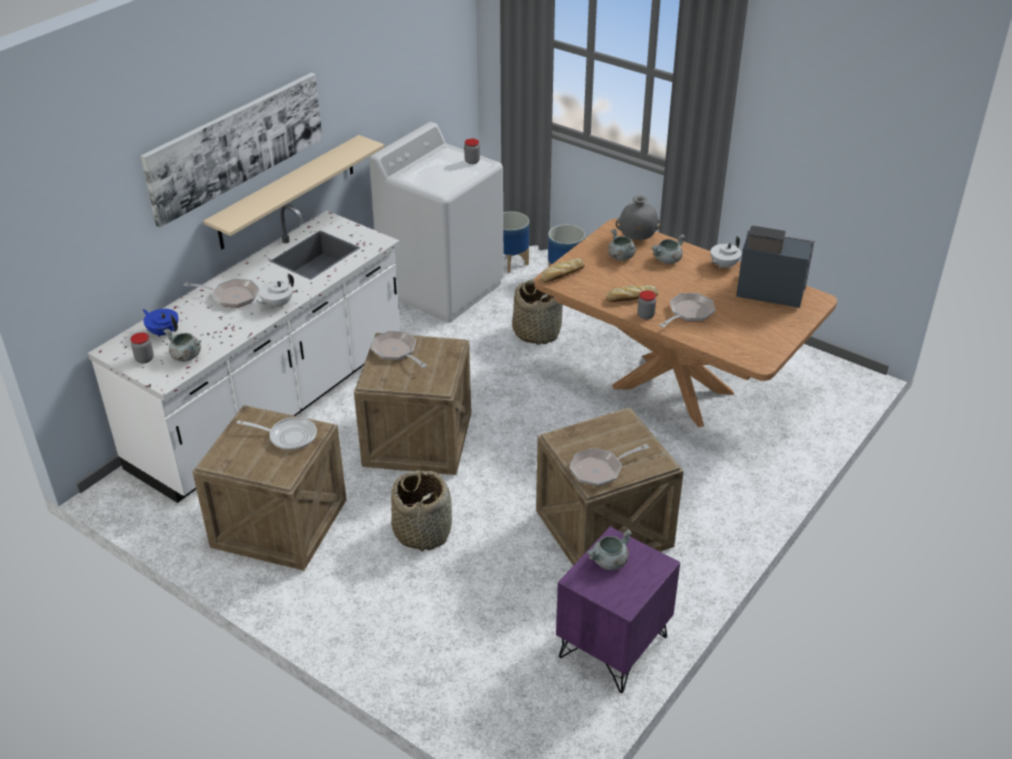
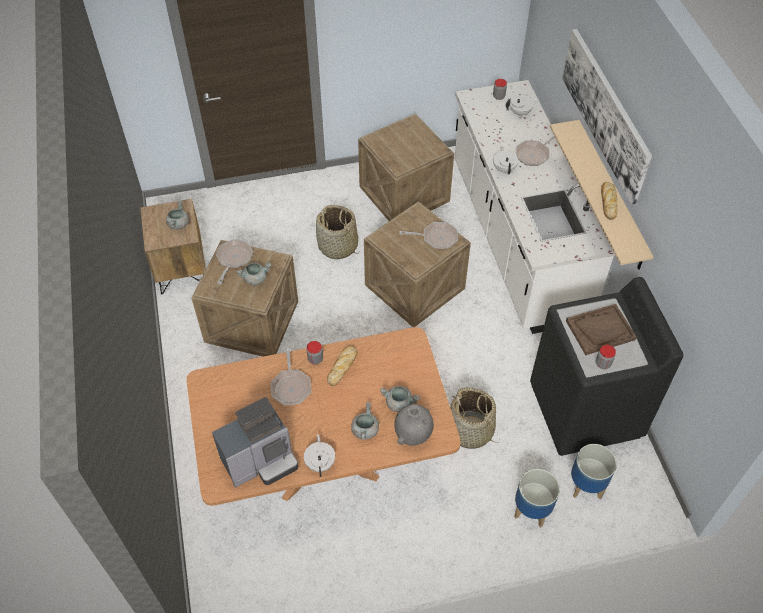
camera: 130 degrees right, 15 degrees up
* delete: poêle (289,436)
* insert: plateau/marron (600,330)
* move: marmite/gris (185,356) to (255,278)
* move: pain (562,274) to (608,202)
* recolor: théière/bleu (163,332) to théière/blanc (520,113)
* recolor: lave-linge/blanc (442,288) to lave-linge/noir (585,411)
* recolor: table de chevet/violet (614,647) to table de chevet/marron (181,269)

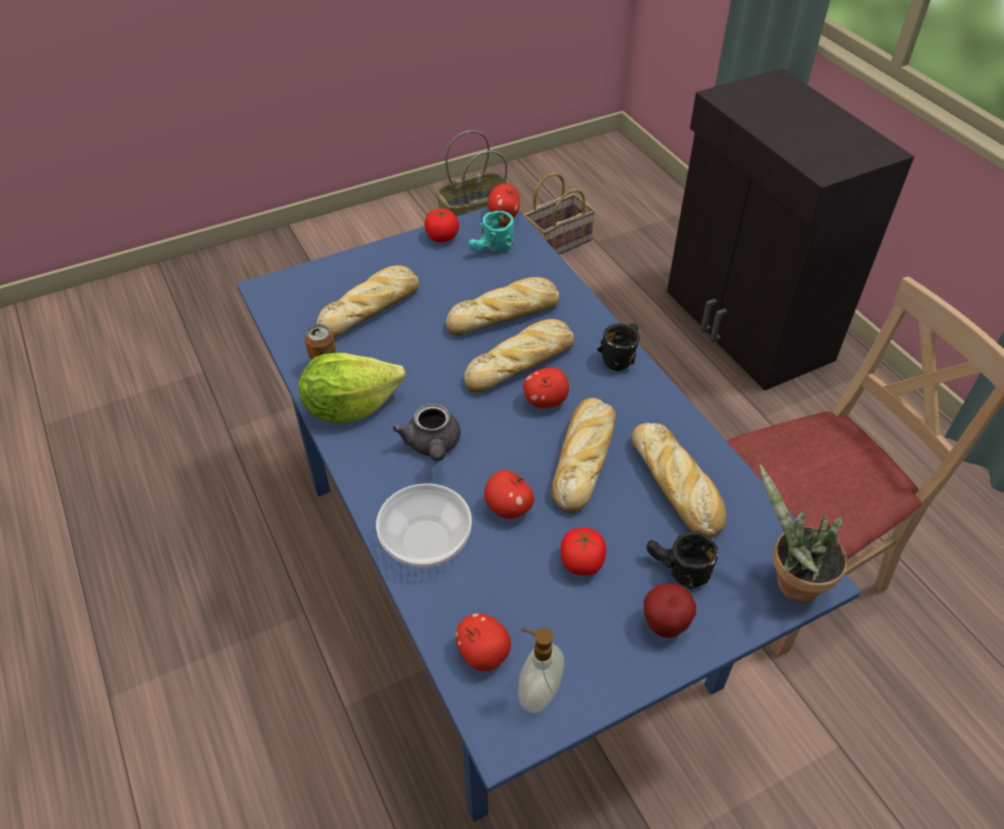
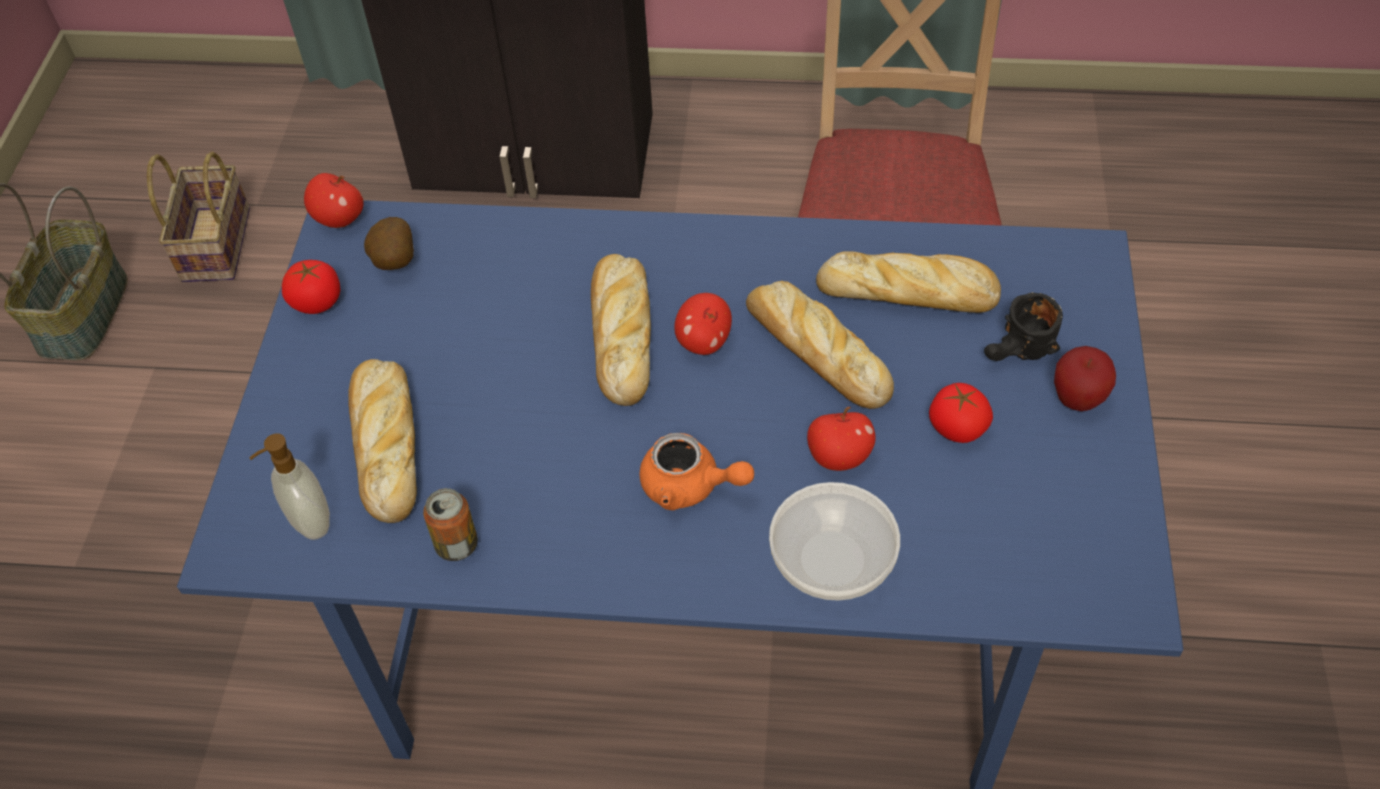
camera: 55 degrees left, 5 degrees up
* delete: laitue (350,406)
* delete: pain (505,314)
* delete: pomme (483,654)
* delete: mug/noir (619,354)
* delete: plante en pot (790,583)
* move: distributeur de savon (538,692) to (309,522)
* replace: mug/turquoise (492,250) to pomme de terre (393,263)
* recolor: théière/gris (432,446) to théière/orange (690,486)

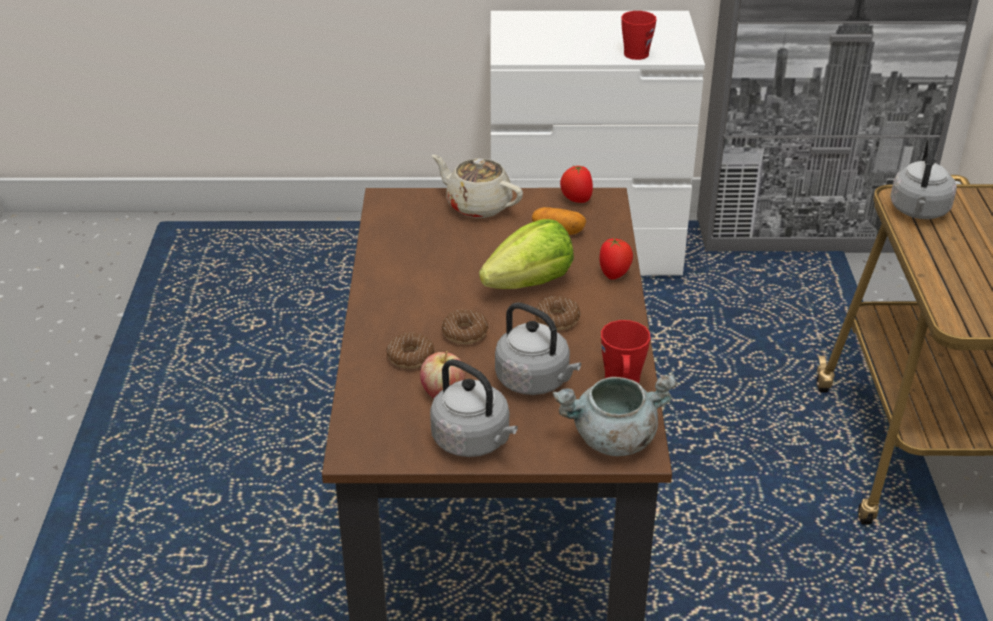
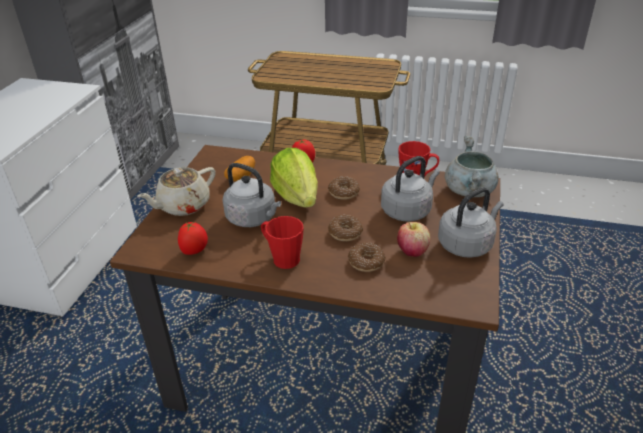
camera: 75 degrees left, 0 degrees up
* move: tomate (576,200) to (195,251)
* move: mug/rouge (637,52) to (282,257)
* move: bouilloire/gris (919,211) to (253,218)

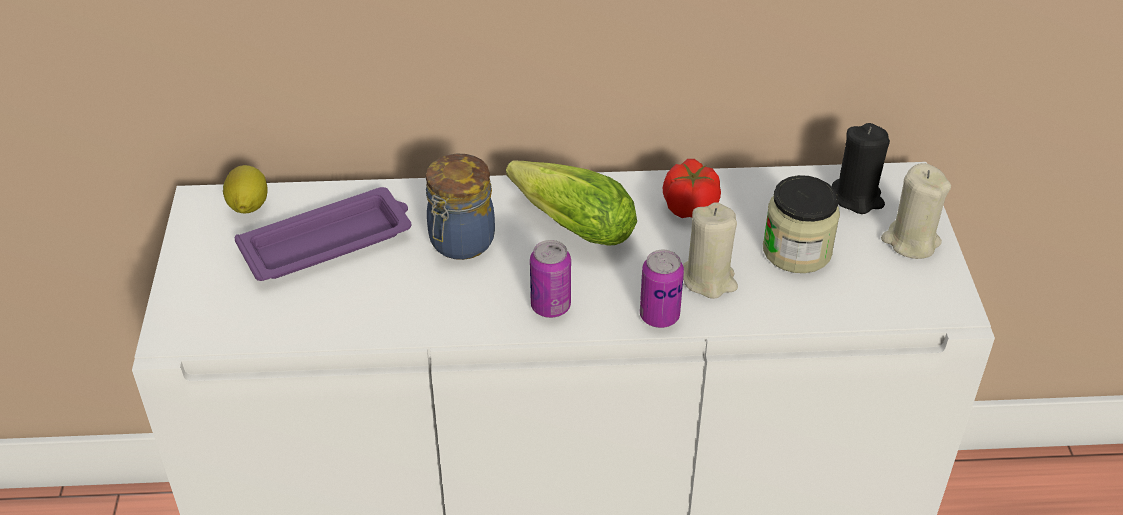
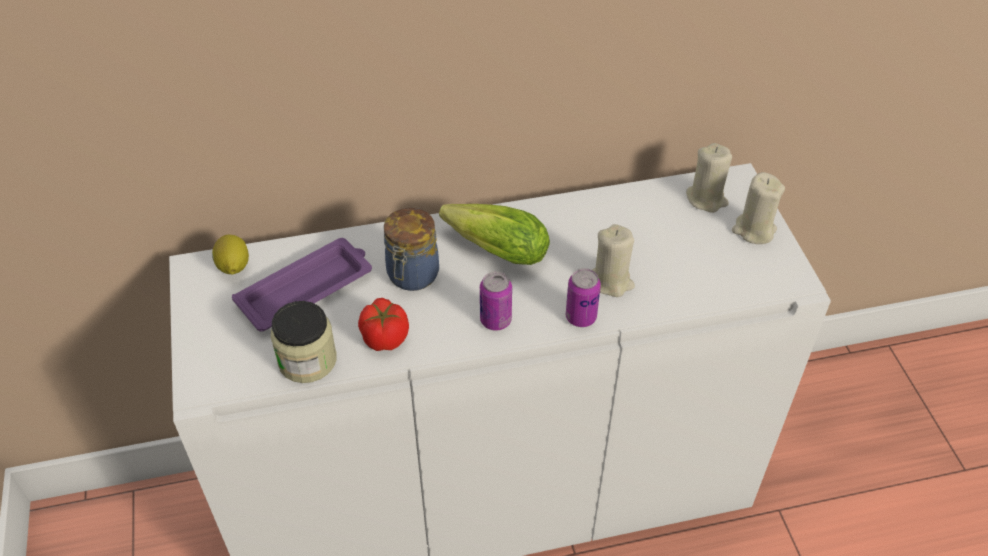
camera: 10 degrees left, 5 degrees up
* move: tomate (690,207) to (385,337)
* move: bocal (797,251) to (307,360)
* recolor: bougie/noir (857,197) to bougie/beige (706,199)

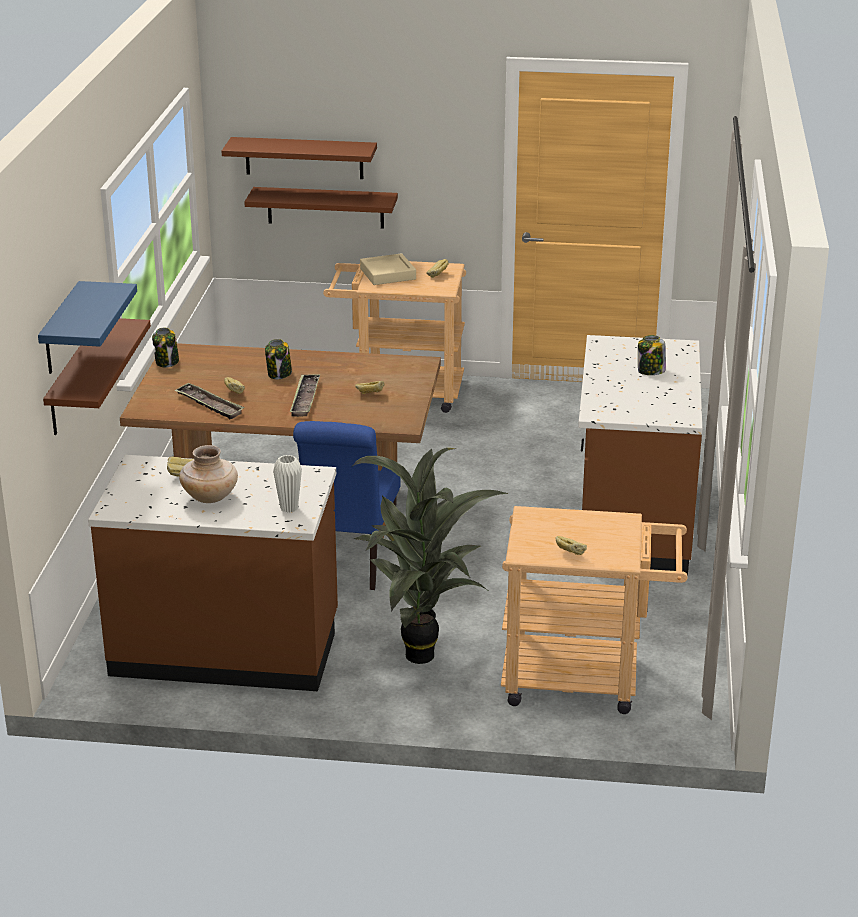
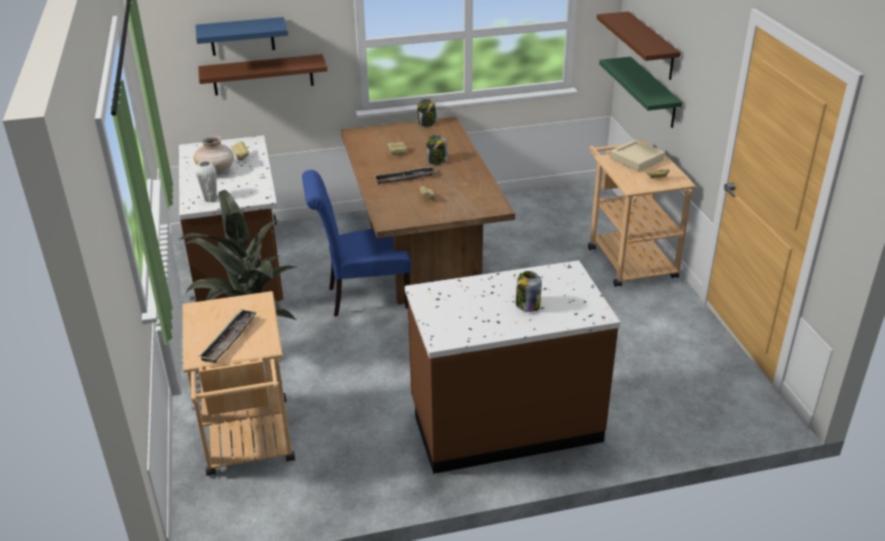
camera: 70 degrees right, 5 degrees up
* delete: pain (570,554)
* move: plateau (209,405) to (229,339)
* recolor: étagère/marron (325,207) to étagère/vert (653,93)

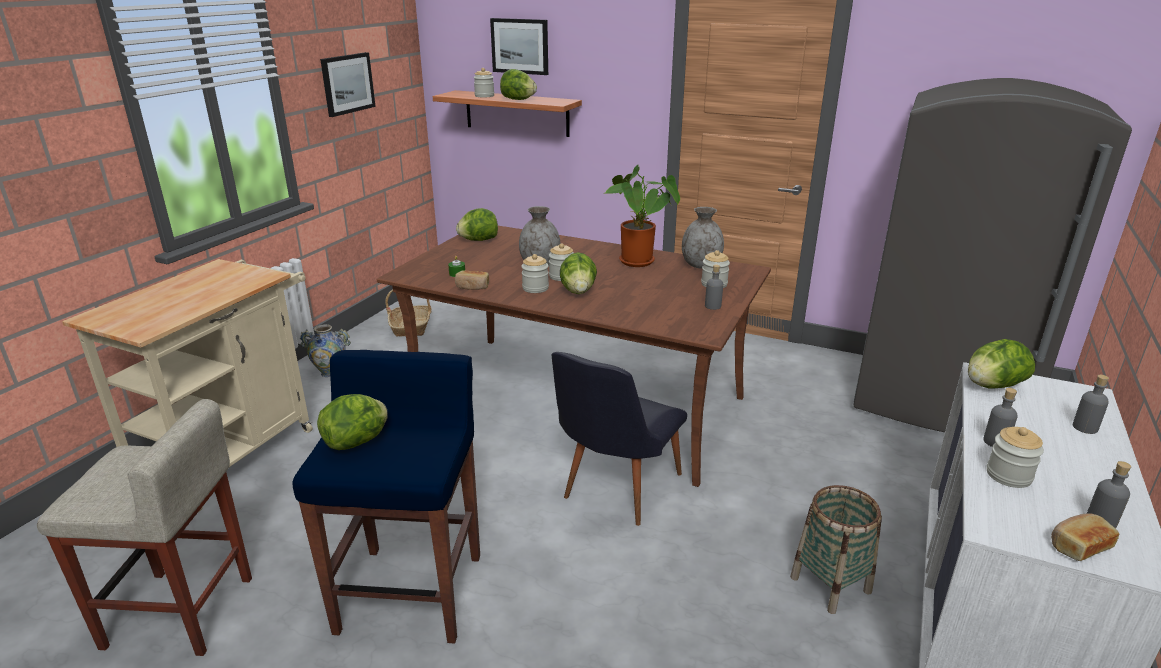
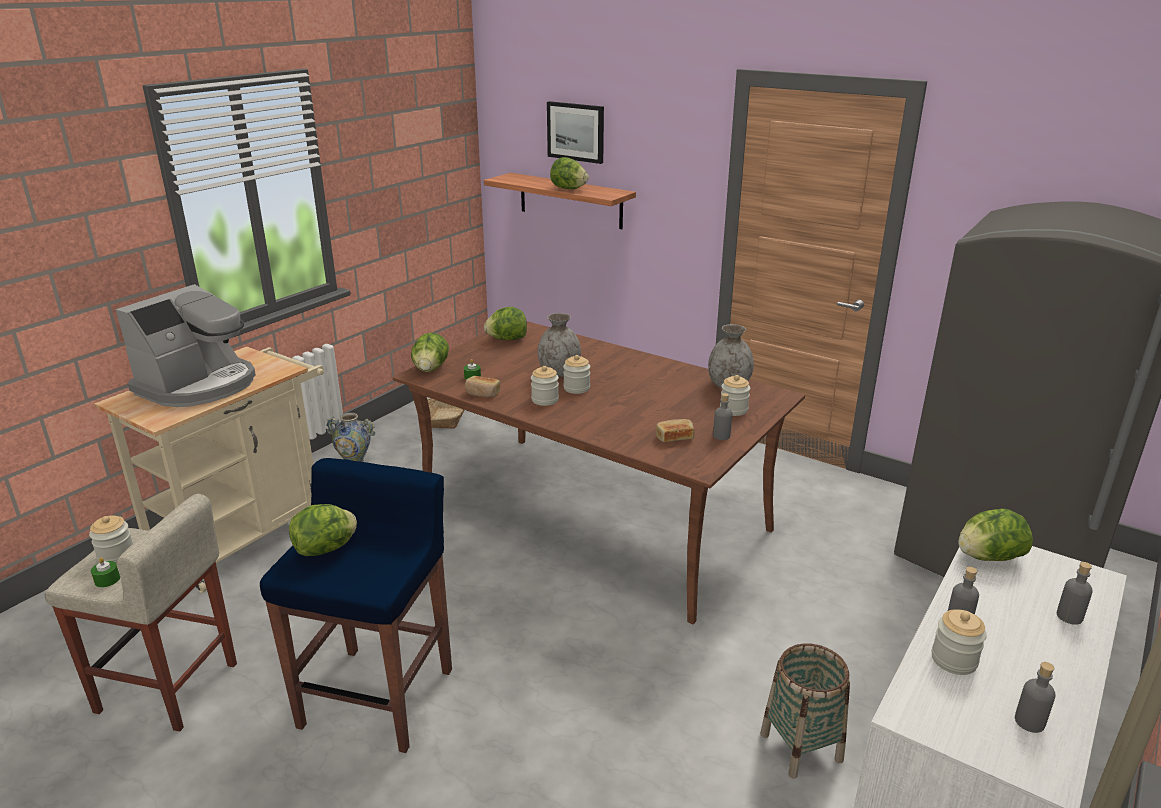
camera: 10 degrees right, 0 degrees up
* delete: tableau (347,83)
* delete: chaise/noir (614,491)
* delete: plante en pot (640,263)
* insert: bougie/vert (107,580)
* insert: machine à café (199,385)
* move: bocal (484,96) to (116,555)
* move: laitue (578,291) to (431,369)
* move: pain (1078,546) to (674,437)

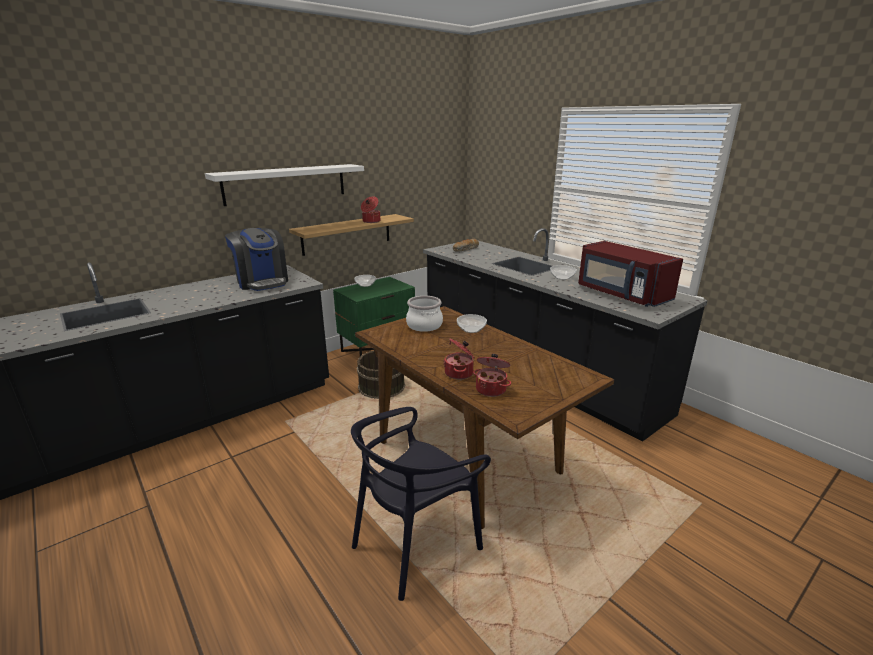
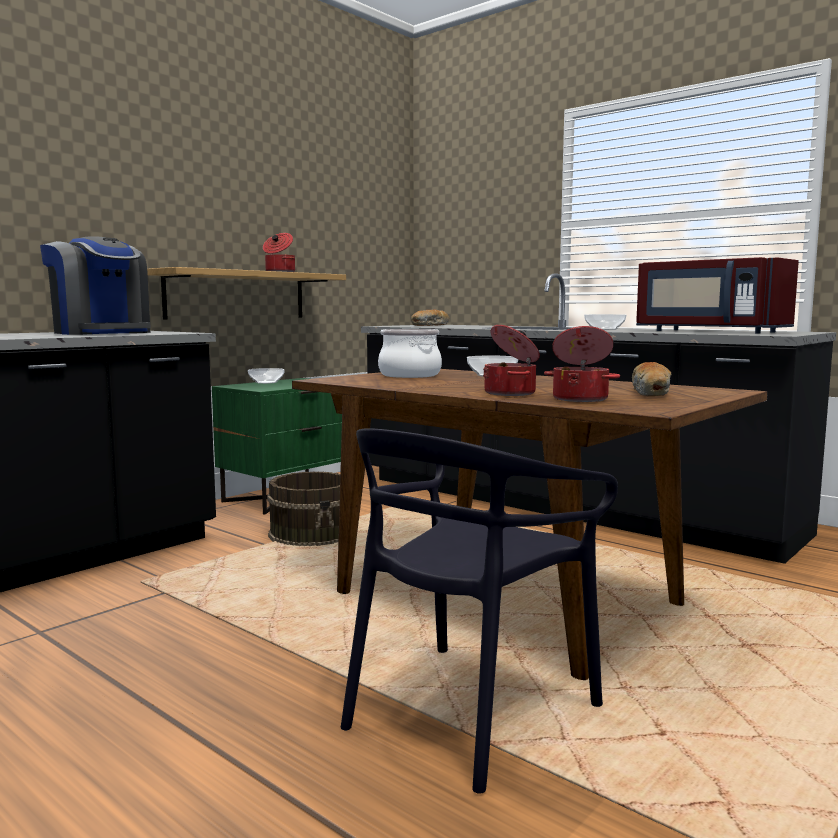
camera: 10 degrees left, 15 degrees down
* delete: étagère/blanc (286,184)
* insert: pain (651,393)

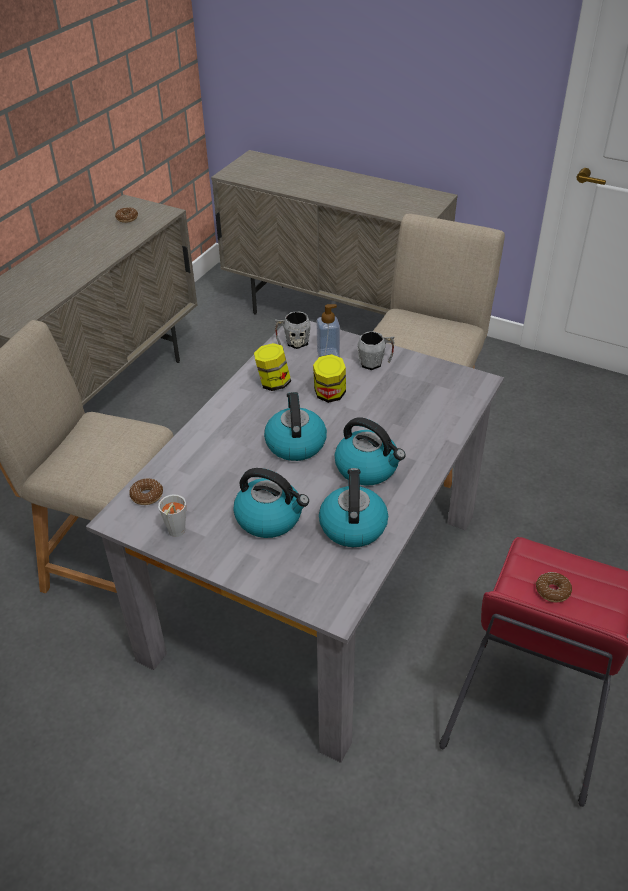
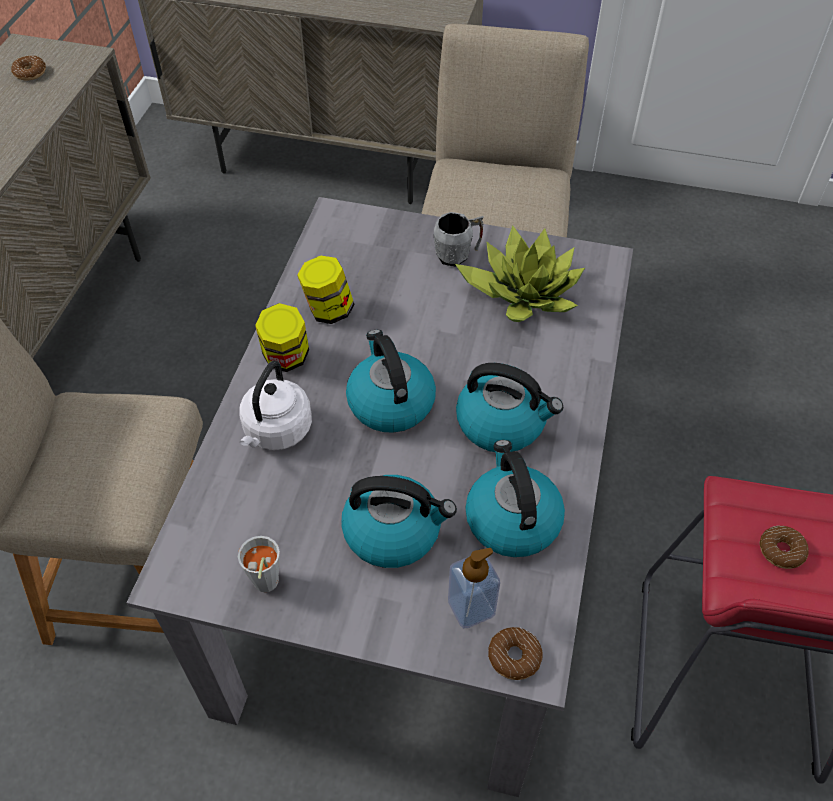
camera: 15 degrees left, 10 degrees up
* delete: mug/gris (293,343)
* insert: bouilloire/blanc (276,432)
* insert: plante en pot (522,292)
* move: beignet (147,495) to (514,657)
* move: bocal (329,395) to (286,358)
* move: distributeur de savon (328,354) to (471,607)

